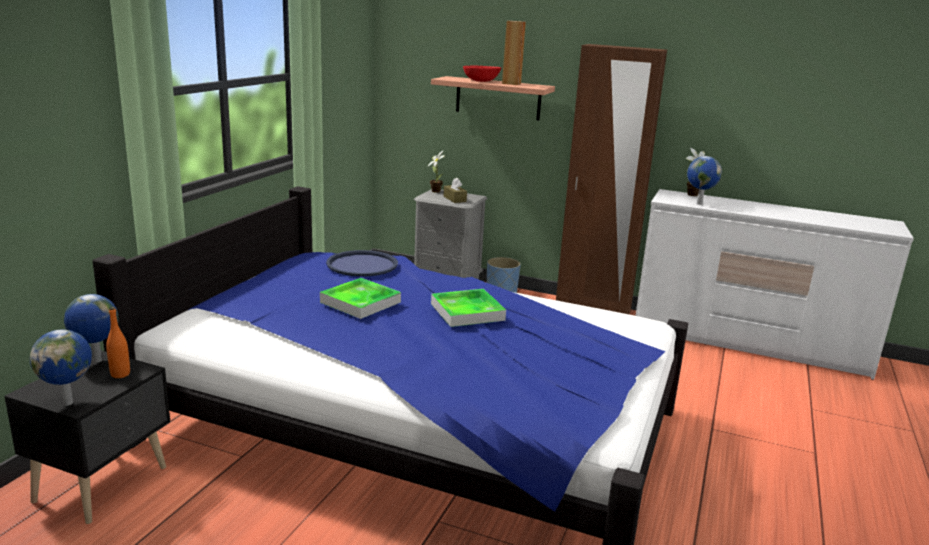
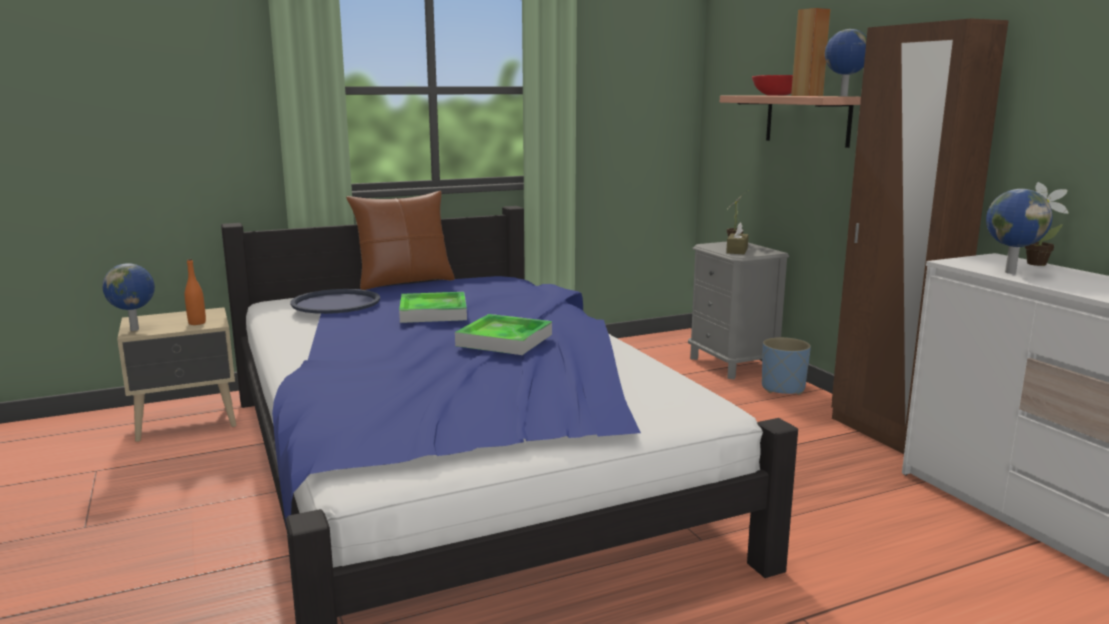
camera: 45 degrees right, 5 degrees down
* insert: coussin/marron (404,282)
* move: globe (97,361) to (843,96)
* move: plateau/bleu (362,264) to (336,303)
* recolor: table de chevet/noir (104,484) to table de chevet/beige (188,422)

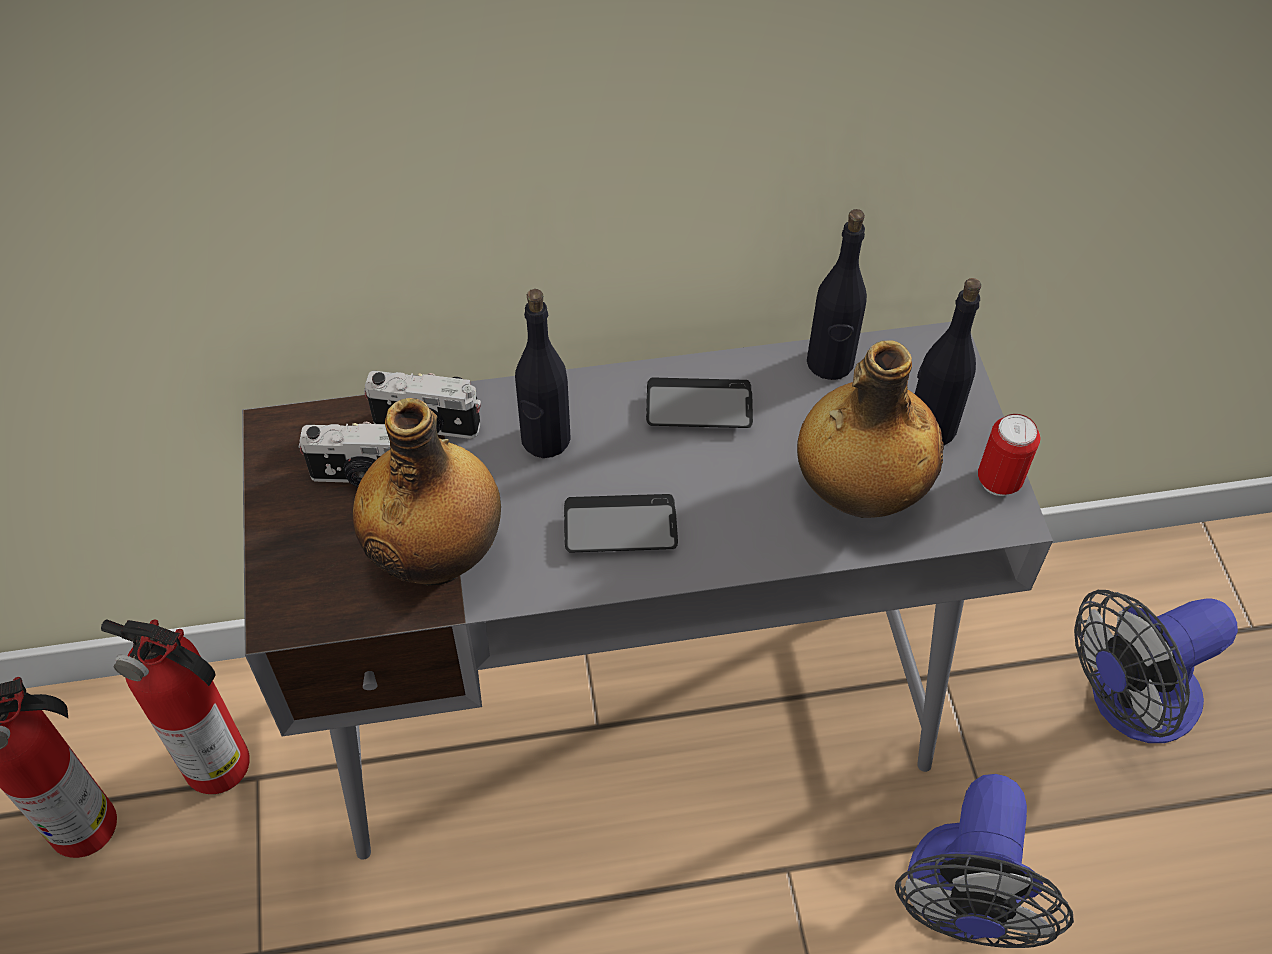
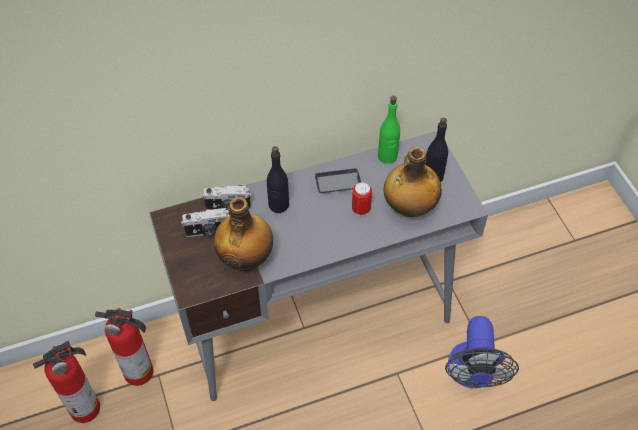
camera: 10 degrees left, 0 degrees up
* delete: téléphone (620,525)
* delete: ventilateur (1129,703)
* move: boîte métallique (998,481) to (361,209)
* recolor: bouteille/noir (830,363) to bouteille/vert (387,156)

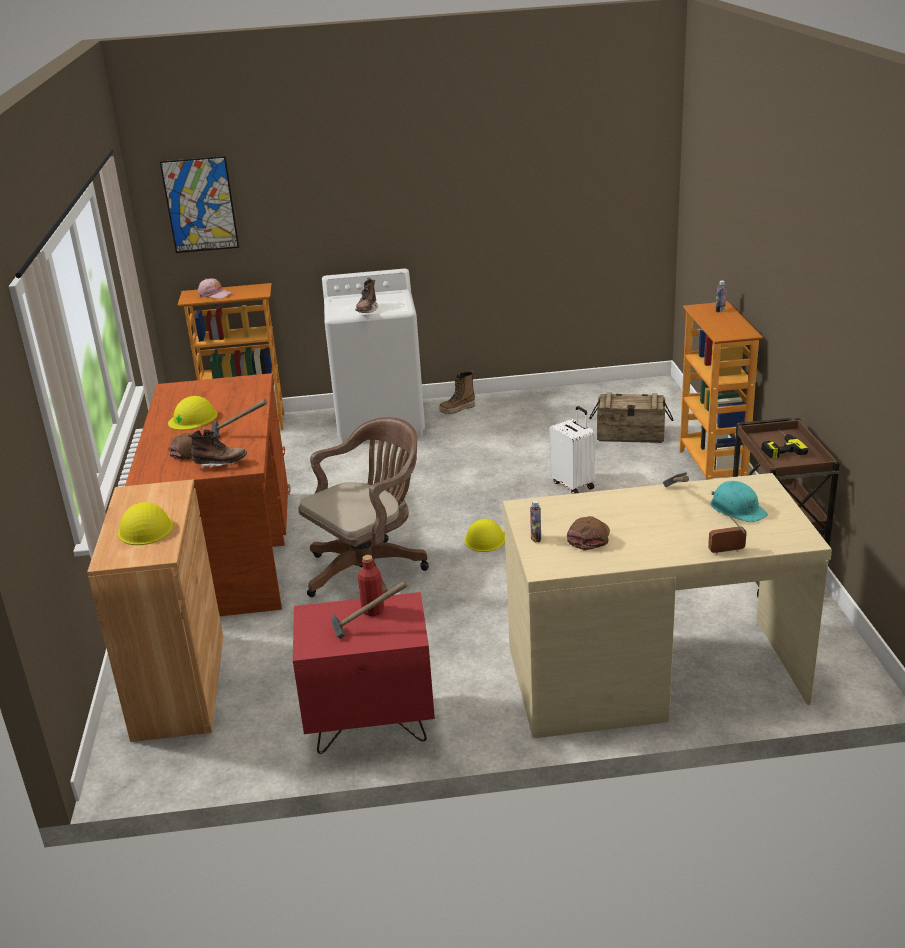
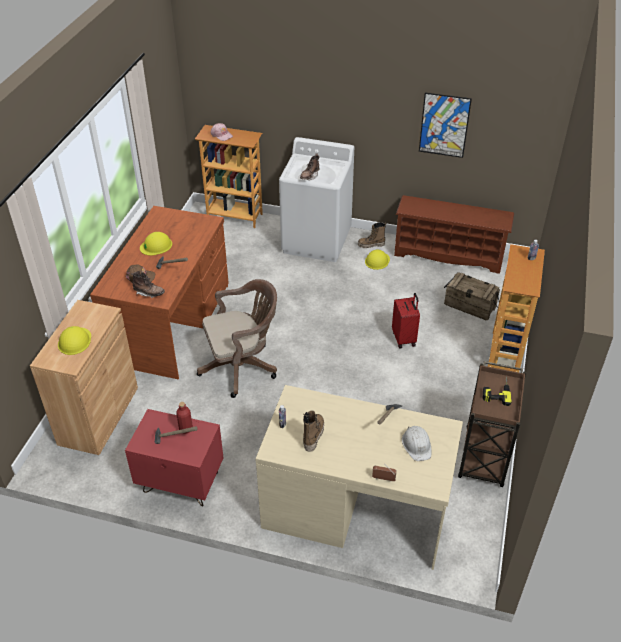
camera: 20 degrees right, 15 degrees up
* insert: étagère à chaussures/marron (449,254)
* move: tableau (200,205) to (444,125)
* move: casque de chantier/jaune (485,538) to (377,260)
* replace: casquette/marron (589,537) to botte (313,435)
* recolor: valise/blanc (573,485) to valise/rouge (404,338)
* recolor: casque de chantier/turquoise (737,508) to casque de chantier/blanc (417,445)

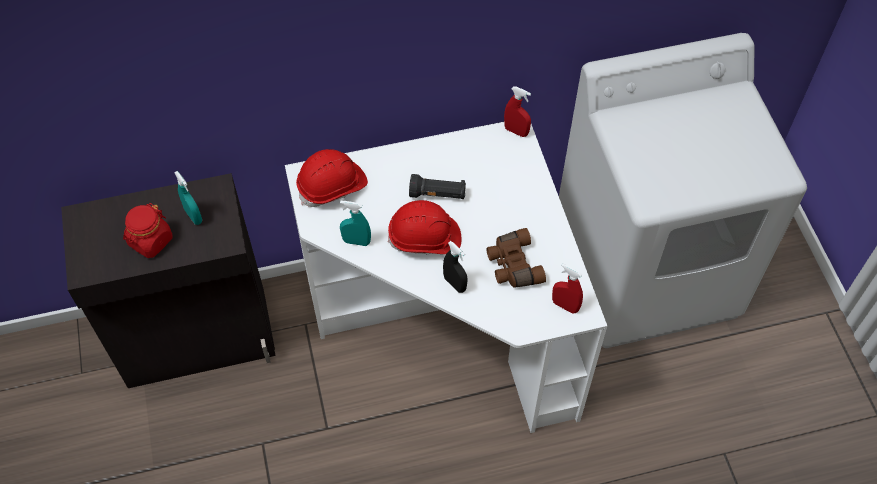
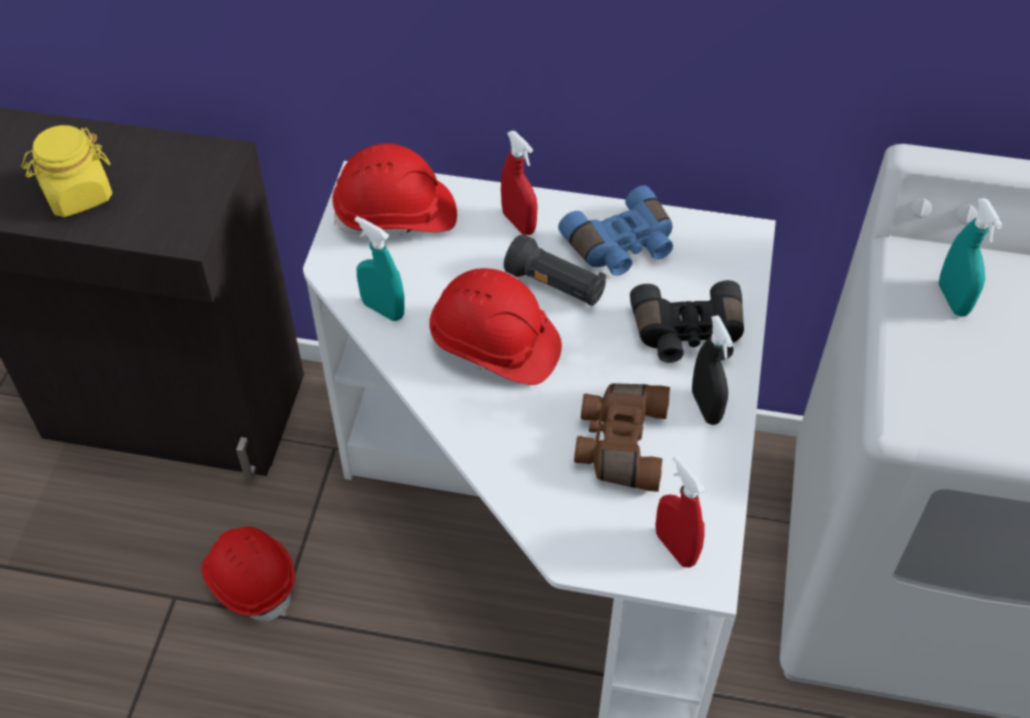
camera: 25 degrees right, 5 degrees down
* insert: casque de chantier/rouge (251,579)
* insert: jumelles/bleu (622,247)
* insert: jumelles/noir (688,335)
* move: vaporisateur/turquoise (193,216) to (953,299)
* move: vaporisateur/noir (455,284) to (706,407)
* move: vaporisateur/rouge (516,131) to (519,223)
* recolor: bocal/rouge (150,241) to bocal/jaune (77,194)

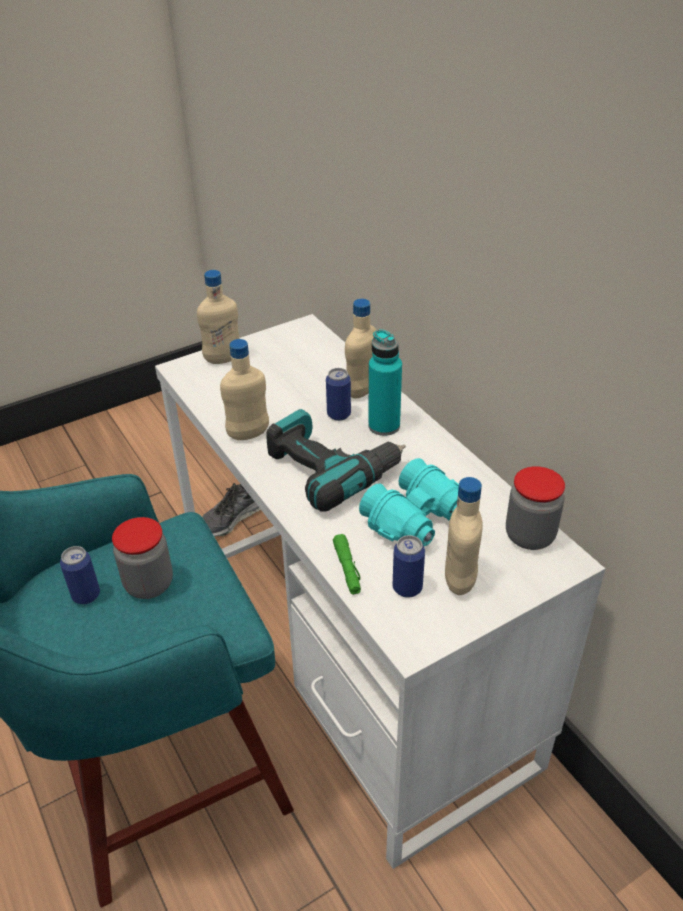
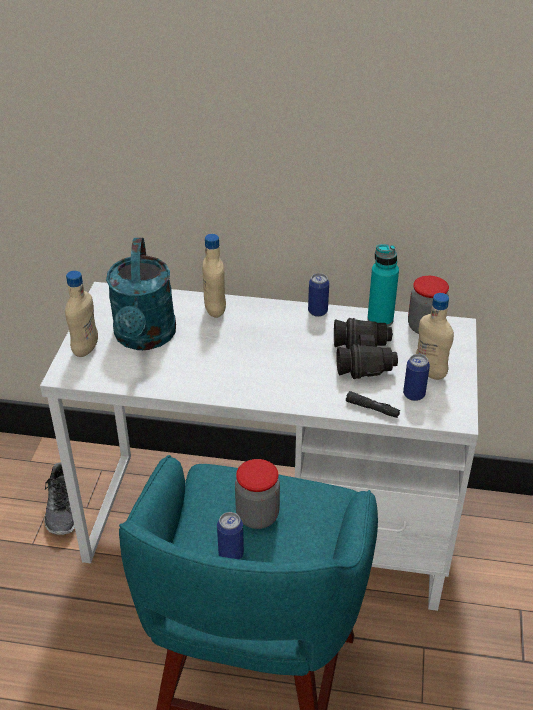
camera: 50 degrees left, 0 degrees up
* delete: bouteille/beige (248,434)
* delete: perceuse (331,468)
* insert: arrosoir/turquoise (144,338)
* move: boîte métallique (339,414) to (317,311)
* move: bouteille/turquoise (384,426) to (380,320)
* recolor: lampe de poche/vert (347,569) to lampe de poche/noir (372,408)
* recolor: jumelles/turquoise (417,519) to jumelles/noir (363,358)

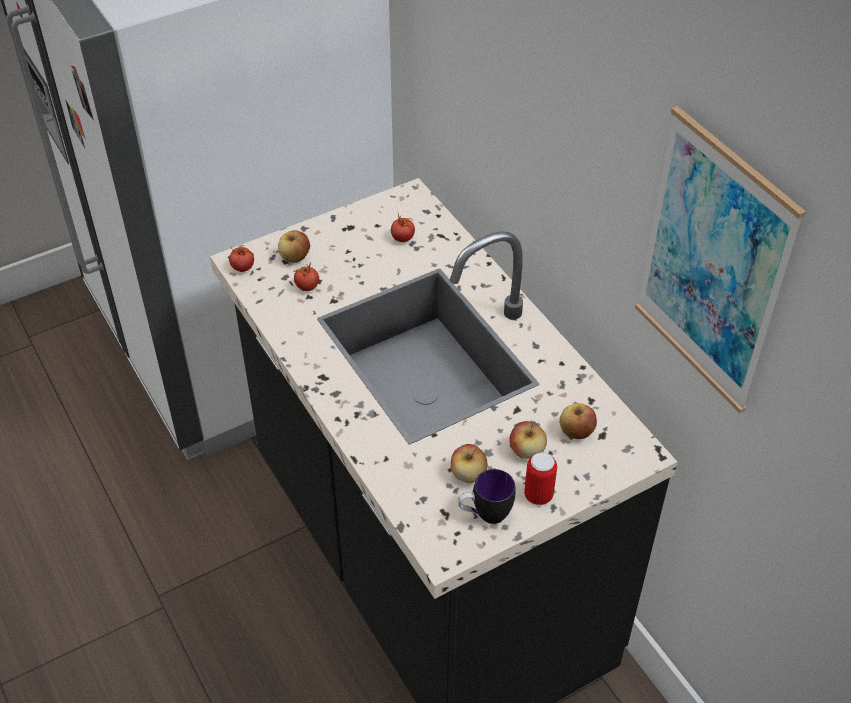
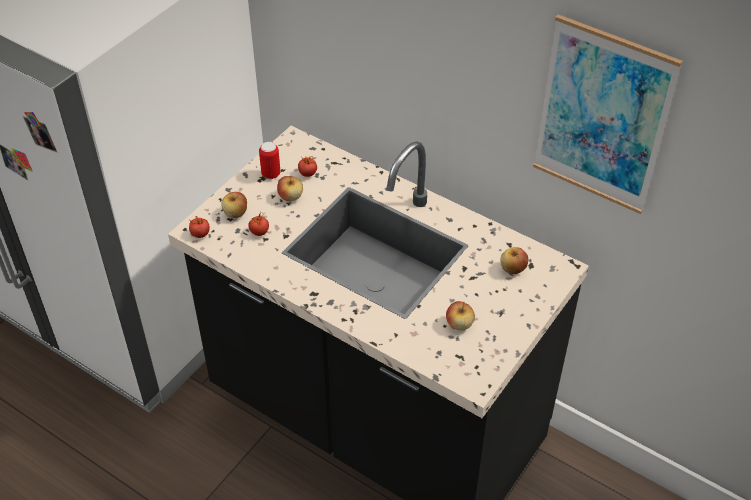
camera: 25 degrees left, 0 degrees up
* delete: mug (485,515)
* move: pomme (527,451) to (290,197)
* move: boîte métallique (538,495) to (271,174)

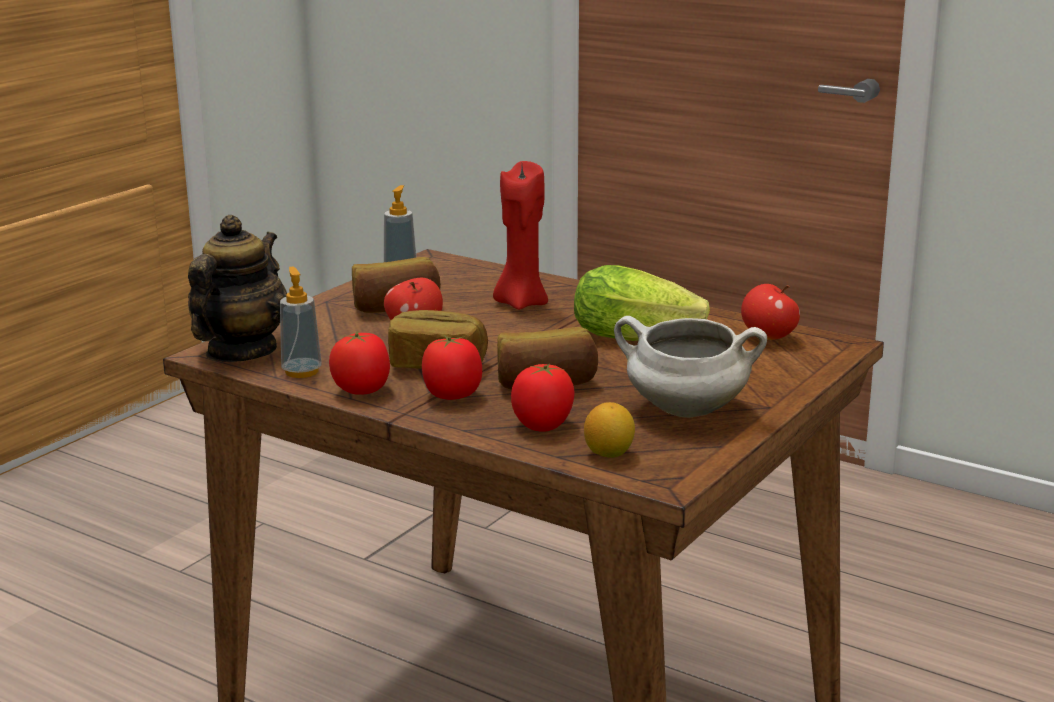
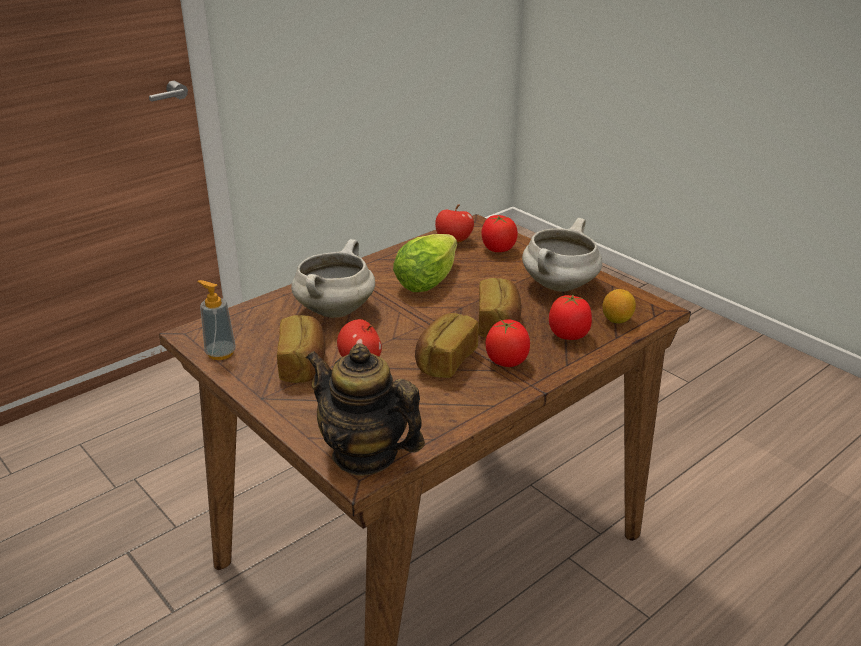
camera: 75 degrees left, 10 degrees up
* delete: distributeur de savon (301,371)
* move: tomate (362,390) to (498,249)
* replace: bougie/rouge (521,303) to marmite/blanc (335,310)

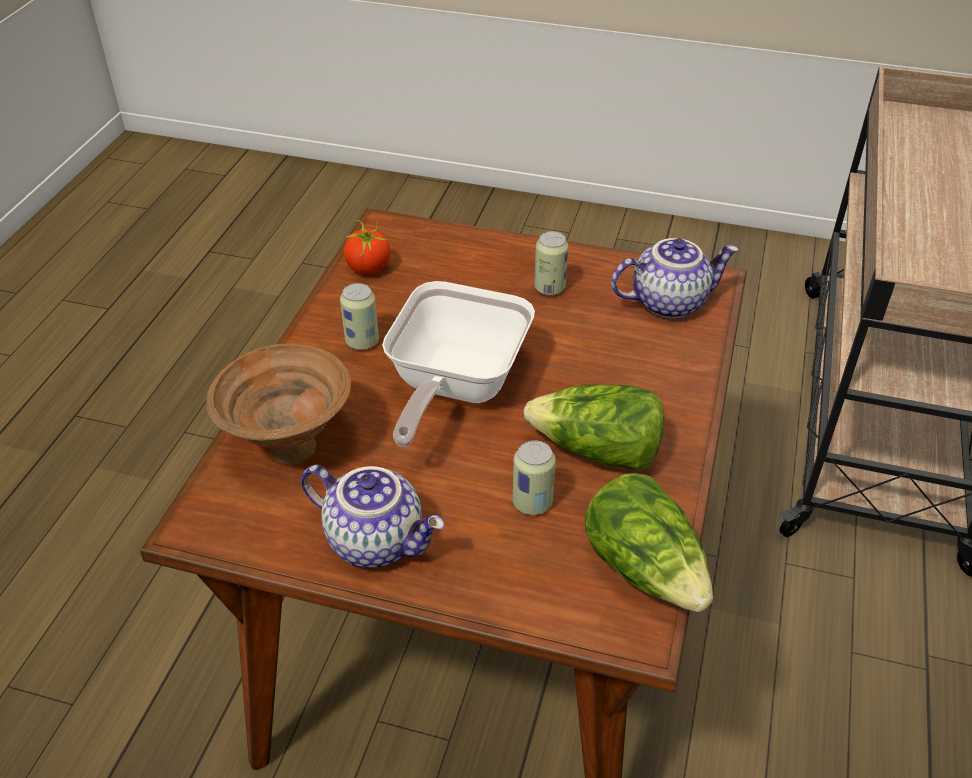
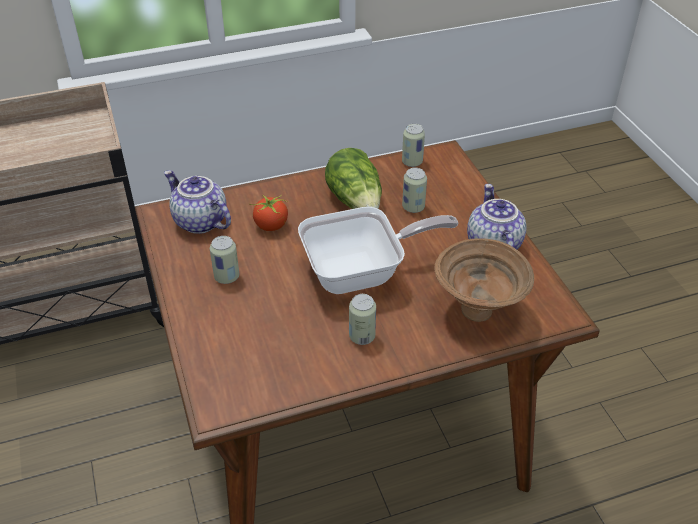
camera: 125 degrees left, 0 degrees up
* move: tomate (368,268) to (271,226)
* replace: laitue (646,568) to boîte métallique (412,162)

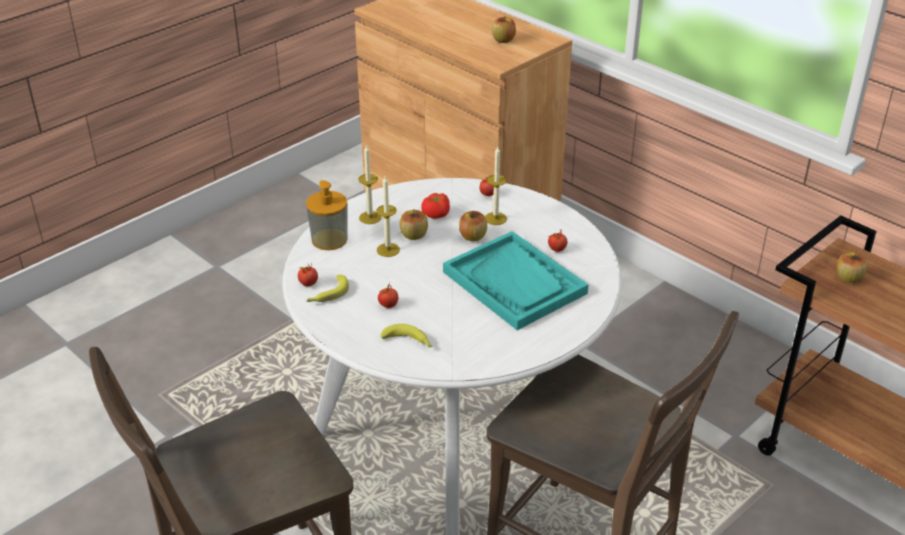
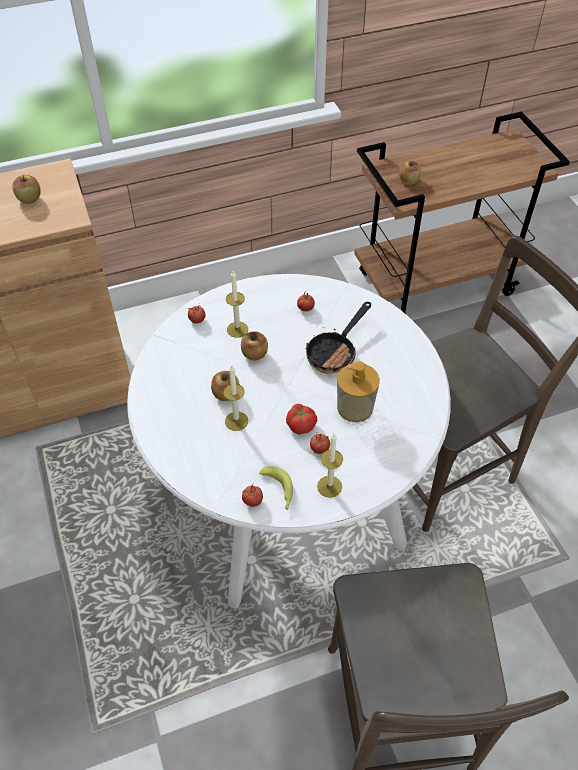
camera: 65 degrees left, 15 degrees up
* delete: banane (409,342)
* move: distributeur de savon (329,239) to (355,407)
* move: bougie (370,217) to (329,486)
* move: tomate (436,214) to (301,425)
* replace: plateau/turquoise (514,283) to poêle (335,352)

